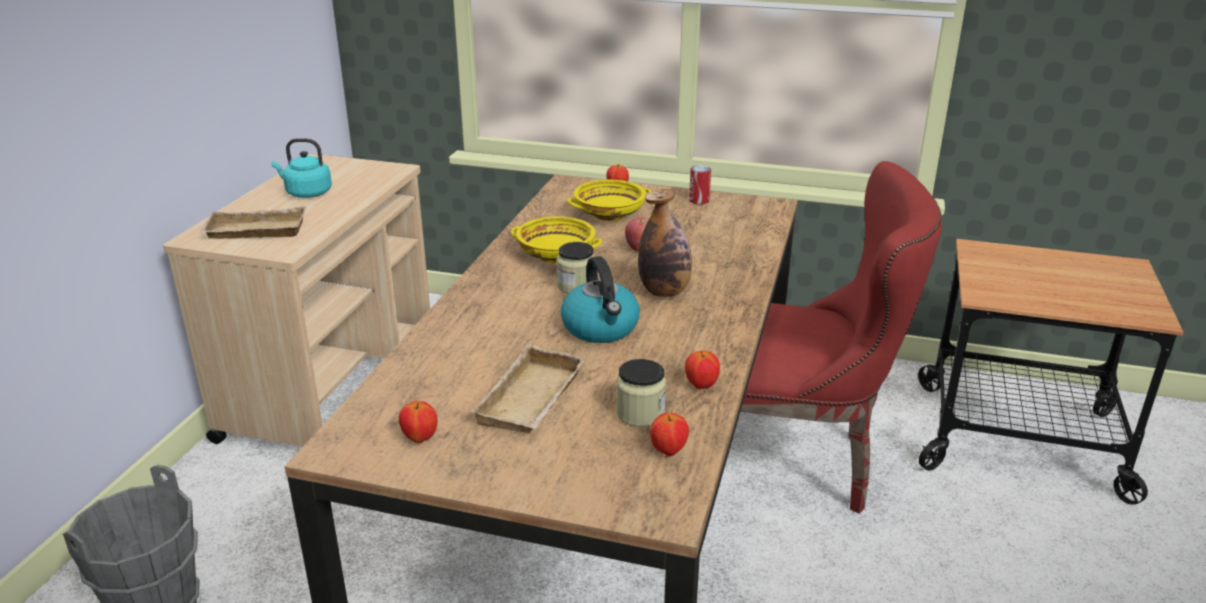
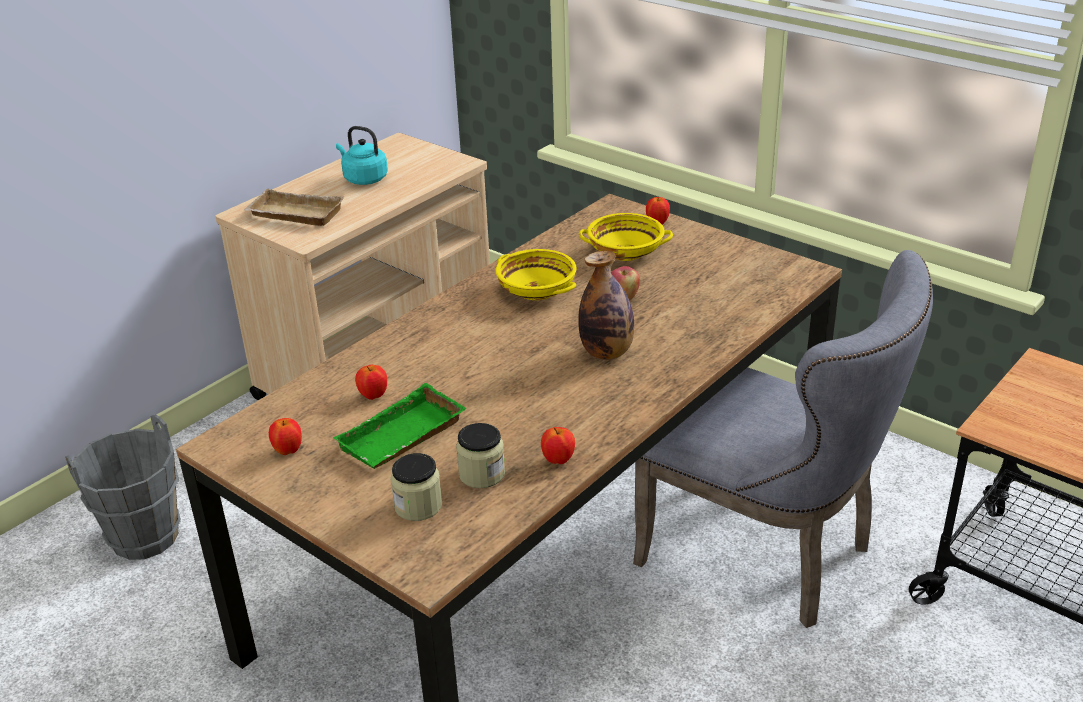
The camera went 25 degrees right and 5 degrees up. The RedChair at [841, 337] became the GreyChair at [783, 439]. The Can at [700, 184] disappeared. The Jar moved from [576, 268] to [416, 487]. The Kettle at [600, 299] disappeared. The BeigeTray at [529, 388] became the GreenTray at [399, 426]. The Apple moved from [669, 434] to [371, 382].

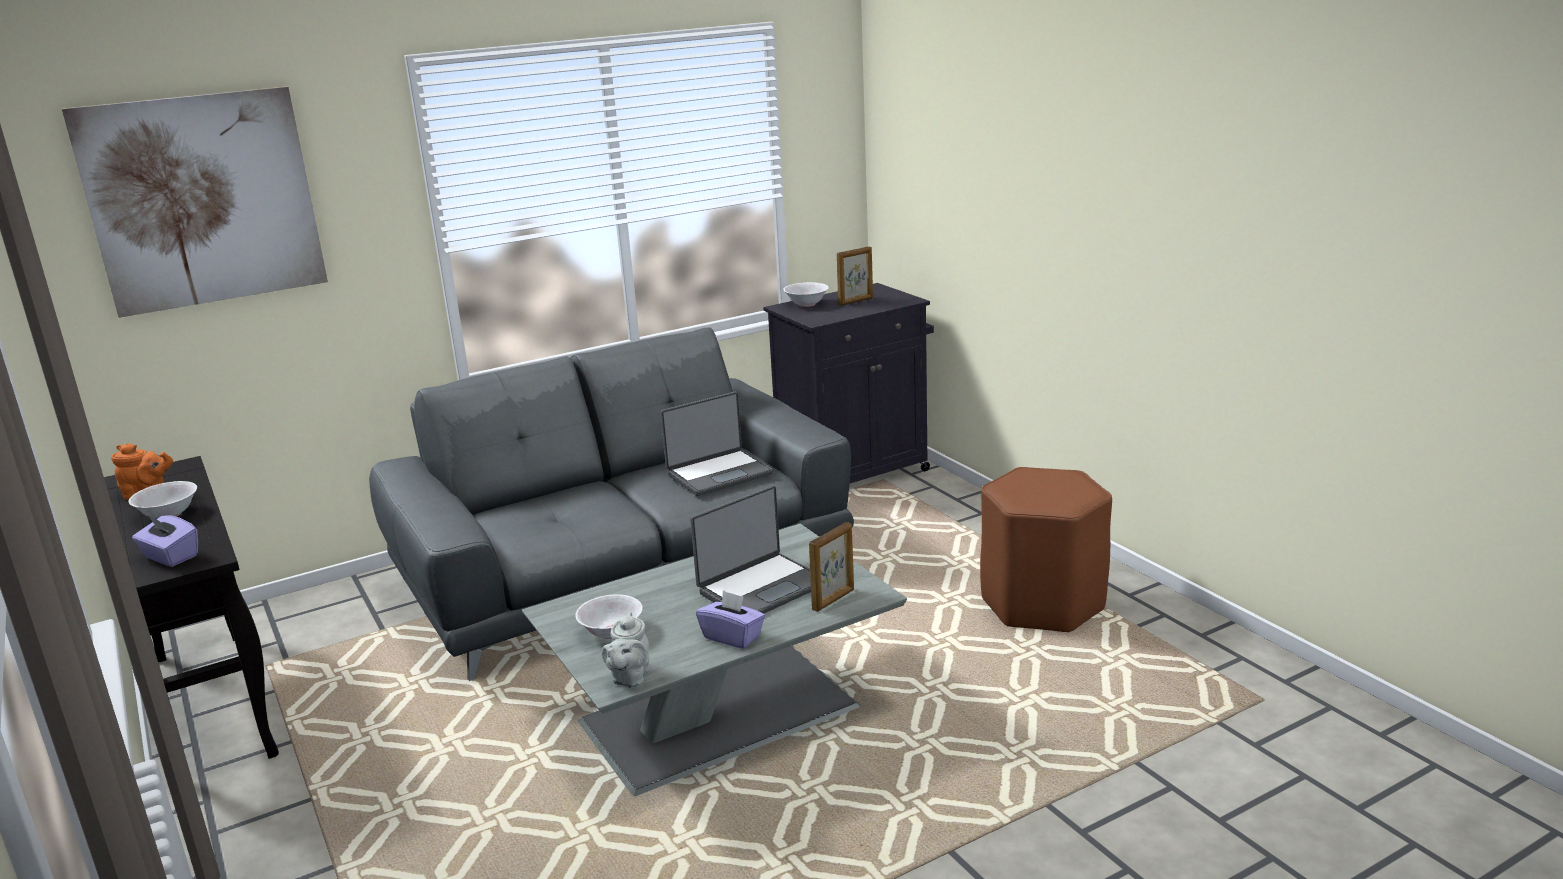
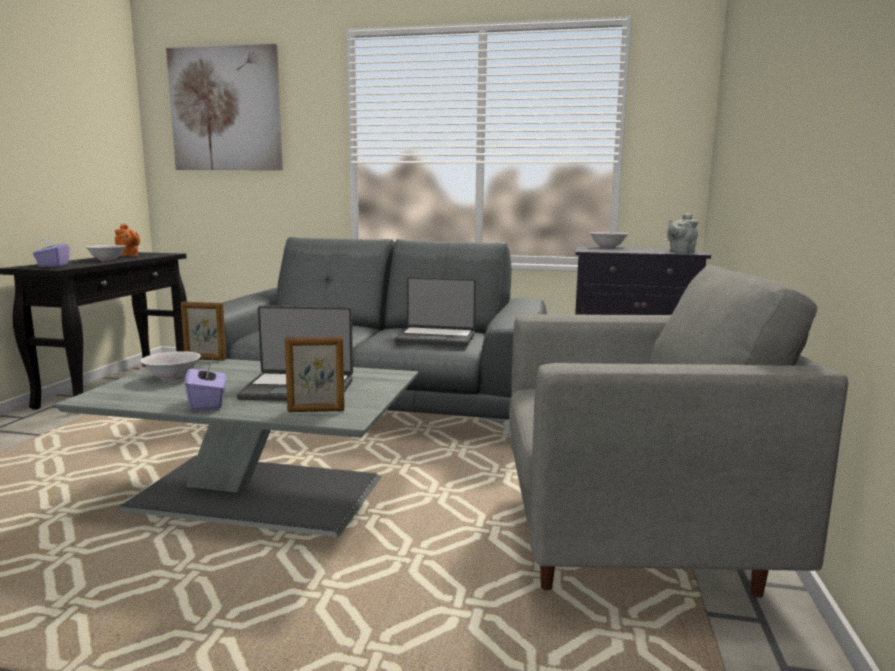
The camera went 40 degrees right and 10 degrees down. The PictureFrame moved from [855, 276] to [203, 331]. The BrownStool at [1046, 549] was replaced by the GreyArmchair at [678, 431]. The GreyTeapot moved from [626, 650] to [682, 233].

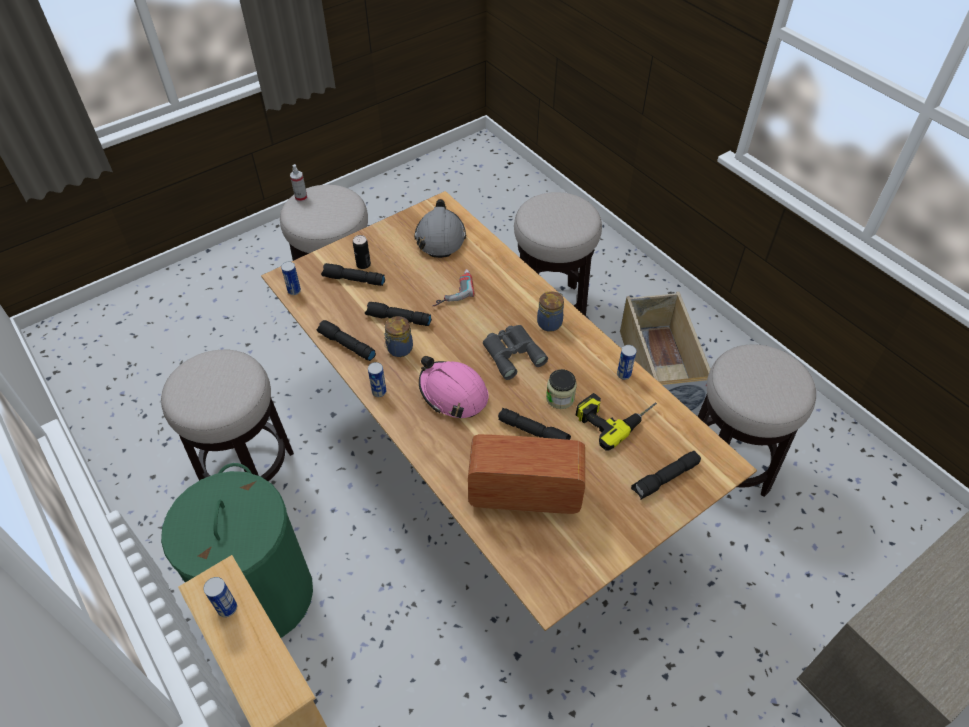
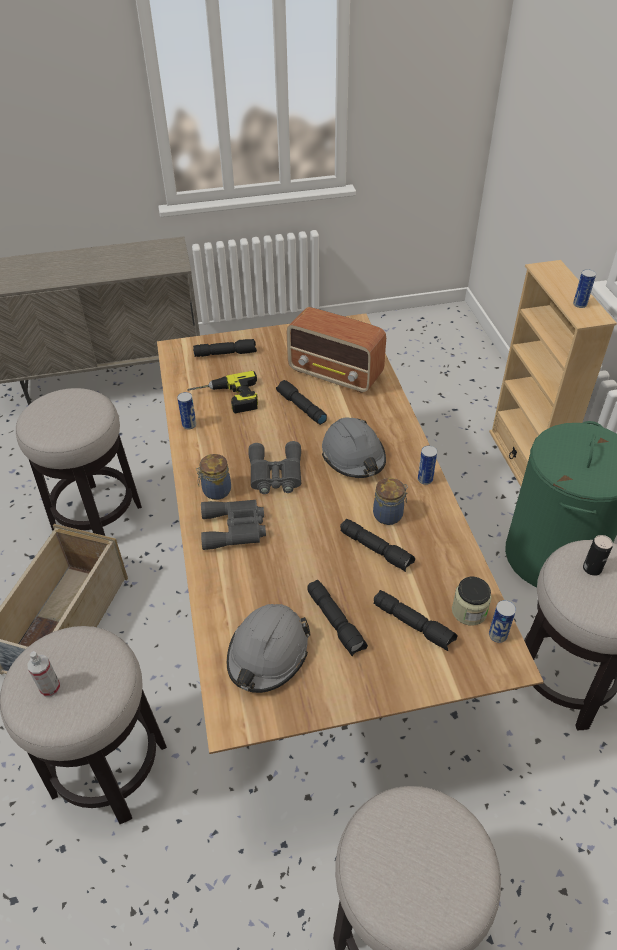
The camera went 155 degrees left and 5 degrees down. The SprayBottle moved from [298, 183] to [44, 674]. The Can moved from [362, 252] to [598, 555]. The PowerDrill at [453, 287] disappeared. The BlackFlashlight moved from [346, 340] to [338, 618]. The PinkHardHat at [454, 387] became the GreyHardHat at [354, 447]. The Jar moved from [561, 389] to [472, 601]. The GreyBinoculars at [233, 525] appeared.

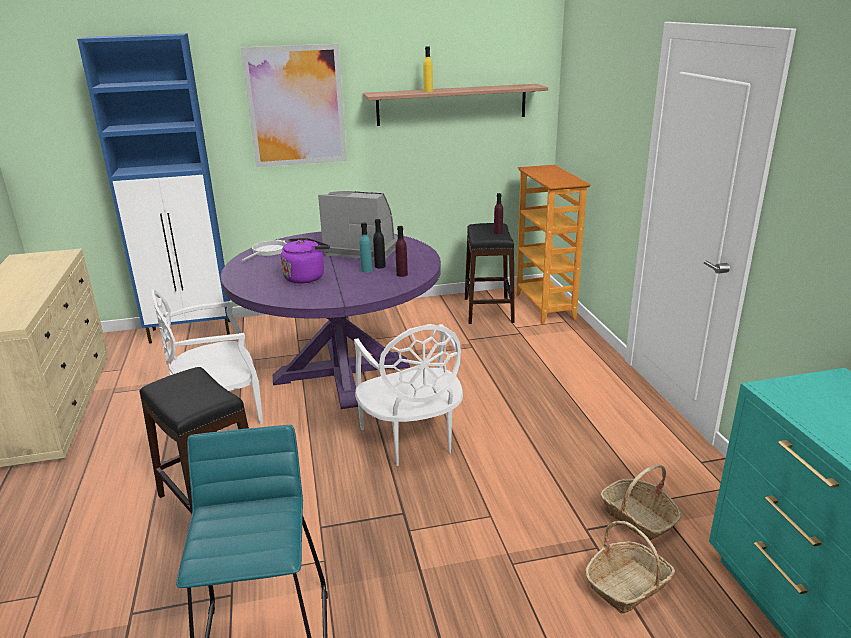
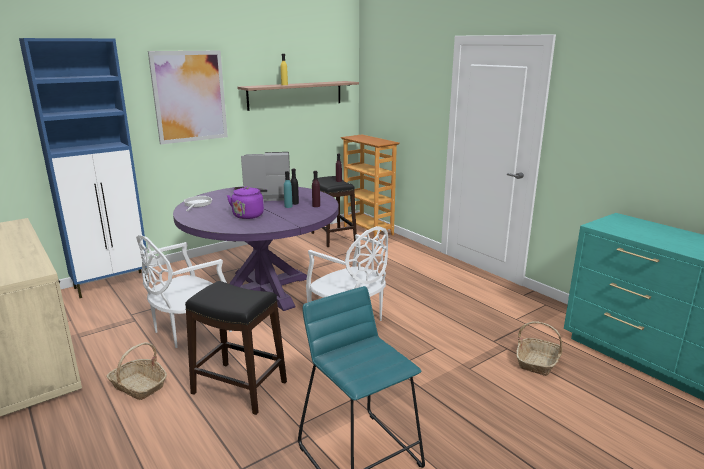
The camera went 25 degrees left and 5 degrees down. The Basket moved from [640, 502] to [137, 371].

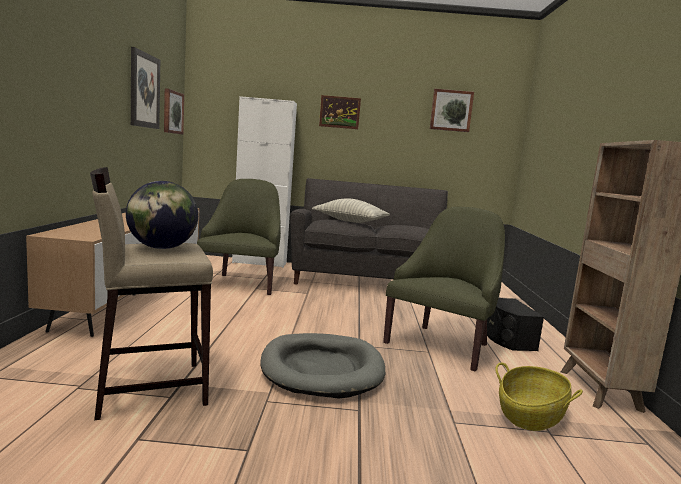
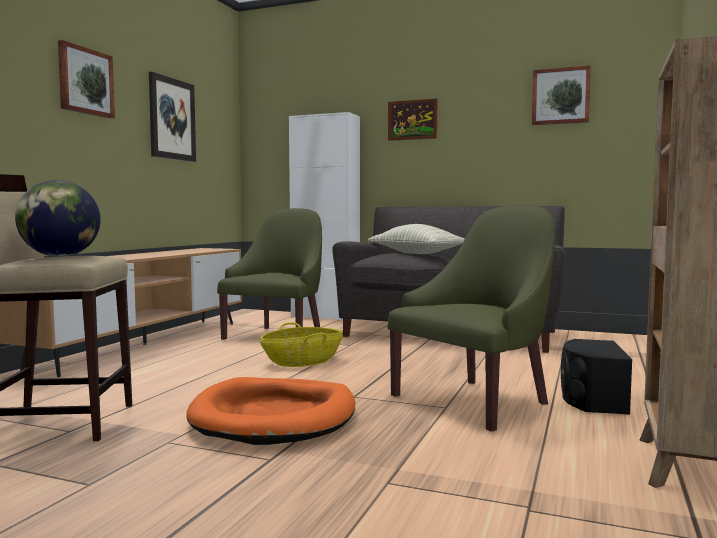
The camera went 20 degrees right and 5 degrees down. The Picture moved from [174, 111] to [86, 79]. The GreyDogBed at [322, 365] became the OrangeDogBed at [270, 411]. The Basket moved from [539, 397] to [301, 344].

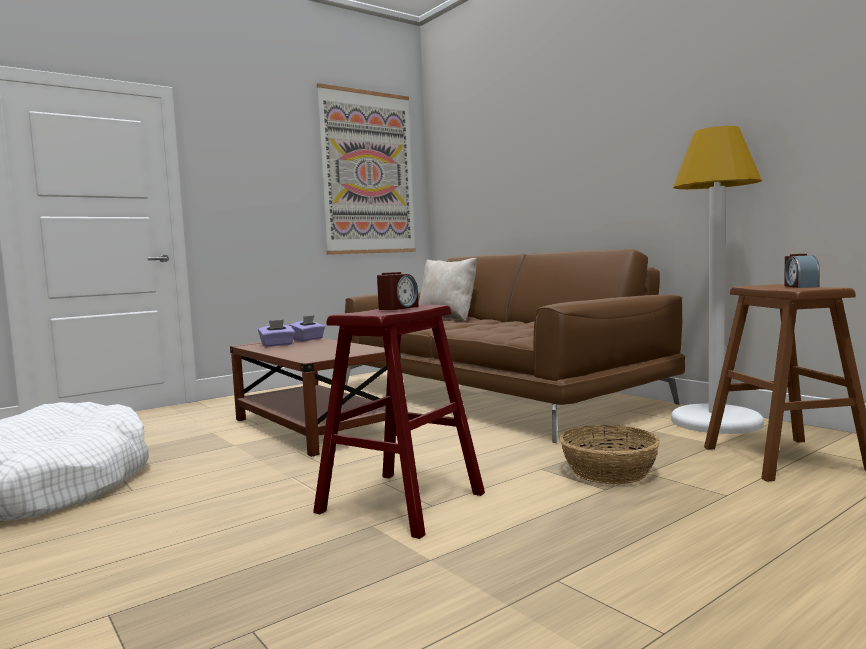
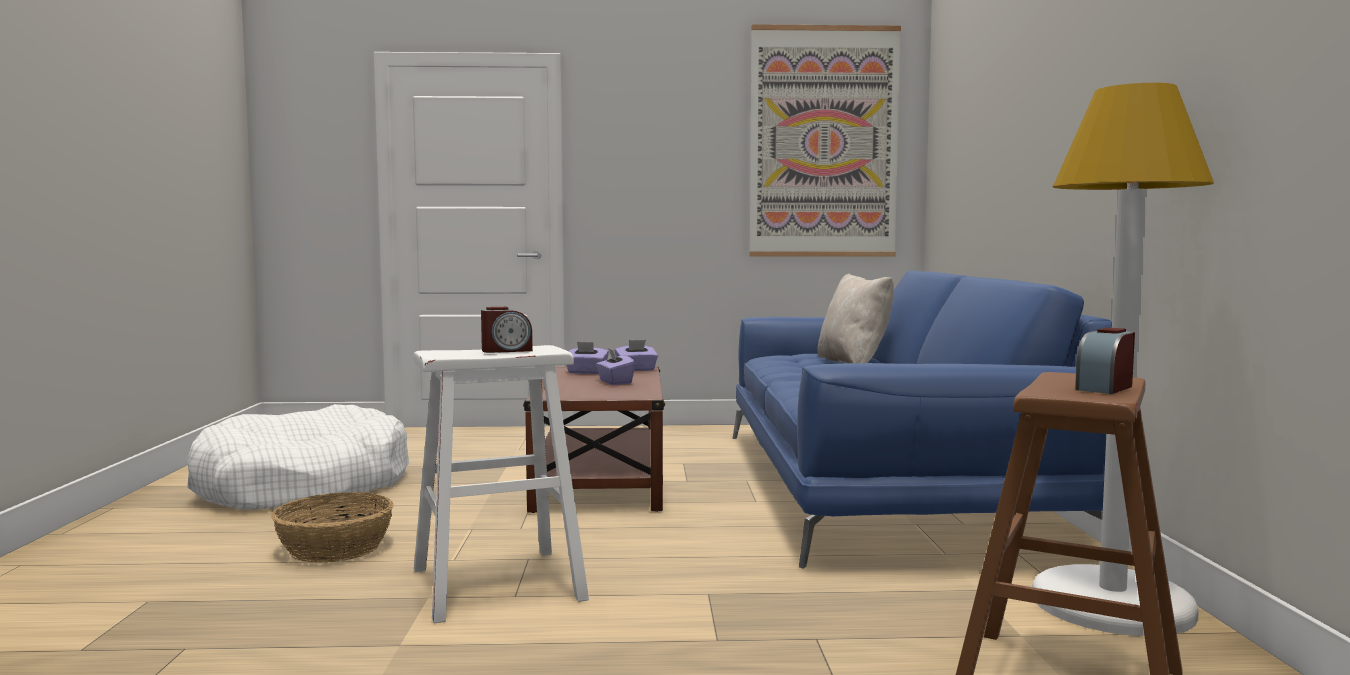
The camera went 35 degrees right and 0 degrees up. The BrownSofa at [515, 346] became the BlueSofa at [922, 420]. The RedStool at [399, 422] became the WhiteStool at [501, 484]. The Basket moved from [610, 454] to [332, 527]. The PurpleTissueBox at [615, 366] appeared.

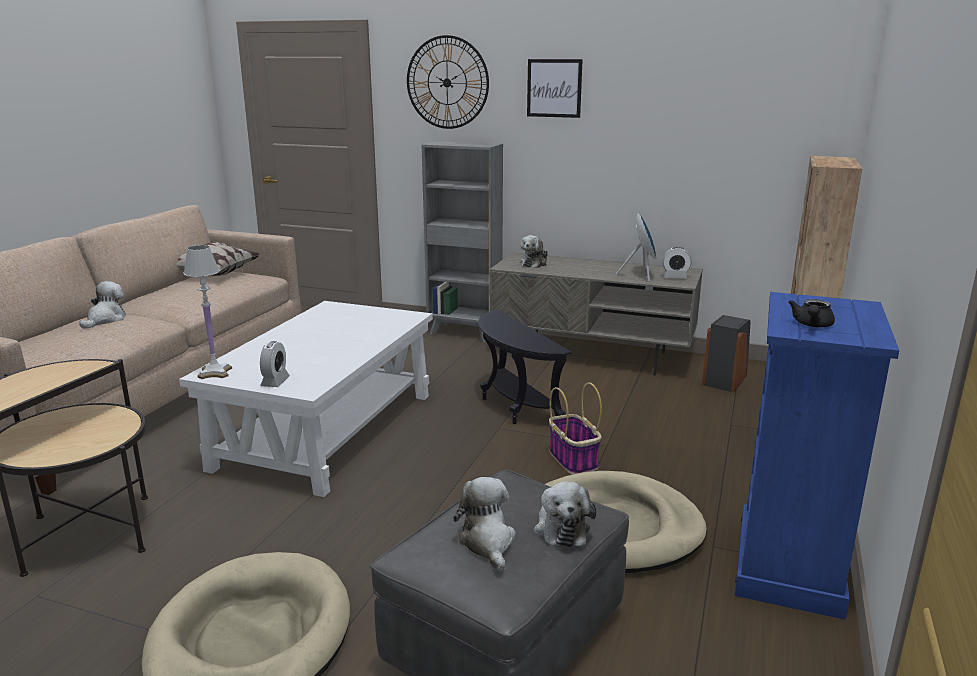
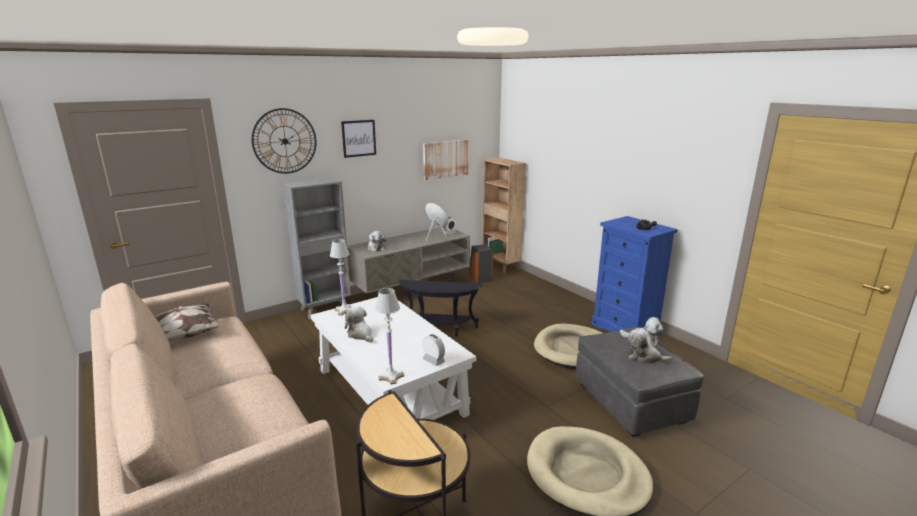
The camera went 55 degrees left and 0 degrees up. The PlushToy moved from [102, 305] to [359, 324]. The Basket at [575, 428] disappeared. The Picture at [446, 159] appeared. The WhiteTableLamp at [341, 277] appeared.

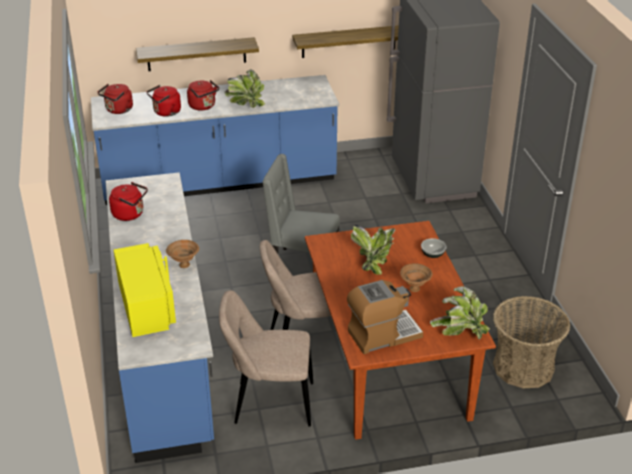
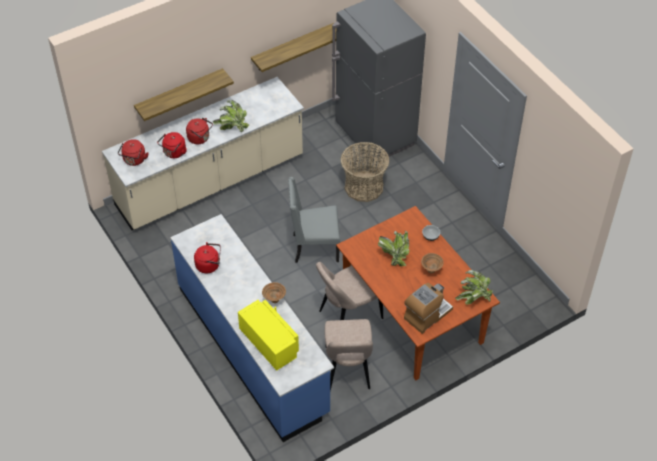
The camera went 20 degrees left and 15 degrees up. The BlueCounter at [215, 140] became the BeigeCounter at [203, 153]. The BeigeChair at [266, 358] turned 75 degrees counterclockwise. The Basket moved from [531, 342] to [365, 172].

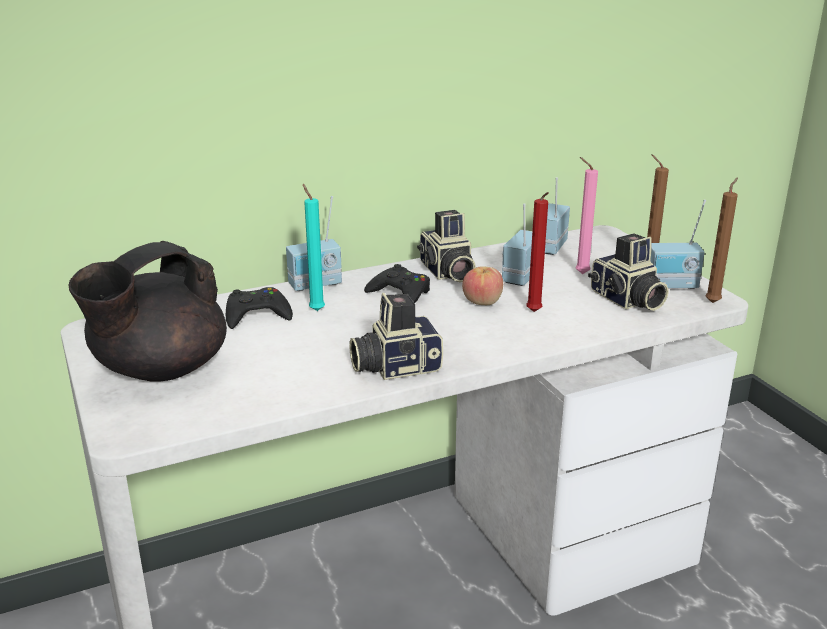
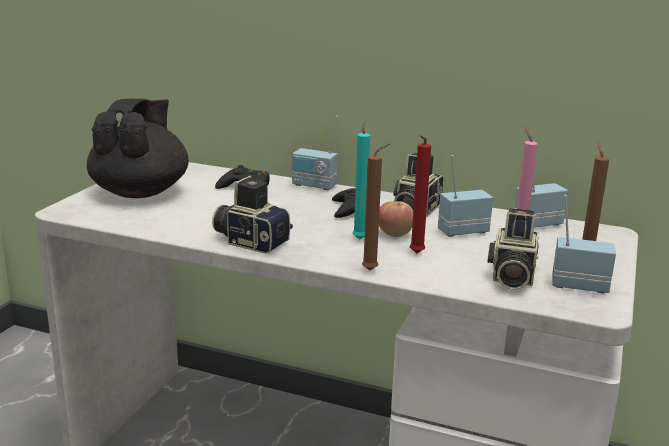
The camera went 45 degrees right and 5 degrees down. The BrownCandle moved from [722, 240] to [376, 207]. The TurquoiseCandle moved from [314, 247] to [361, 179]. The Radio at [678, 244] turned 150 degrees clockwise. The BlackTeapot at [147, 311] turned 105 degrees clockwise.

